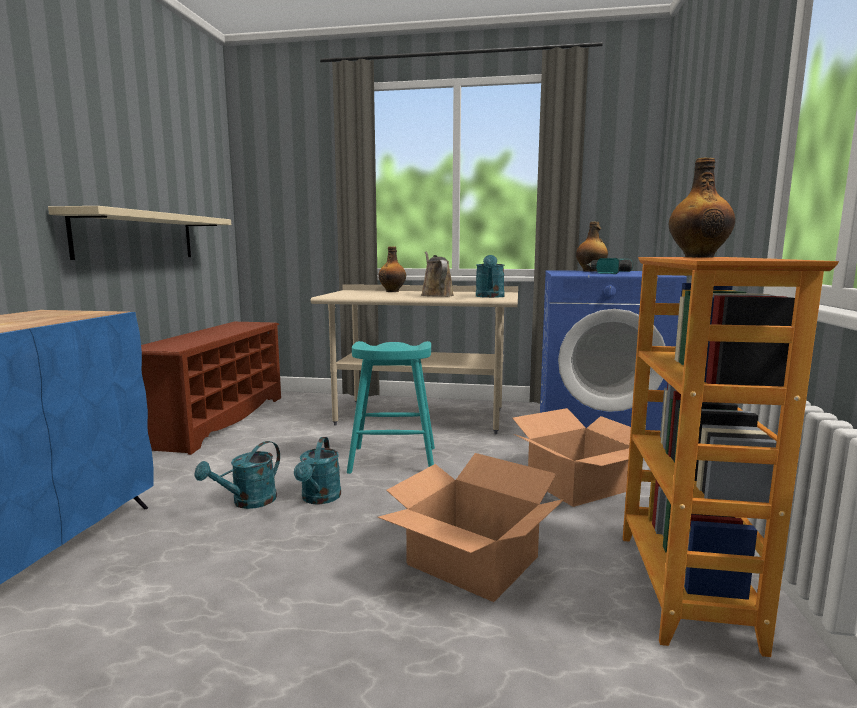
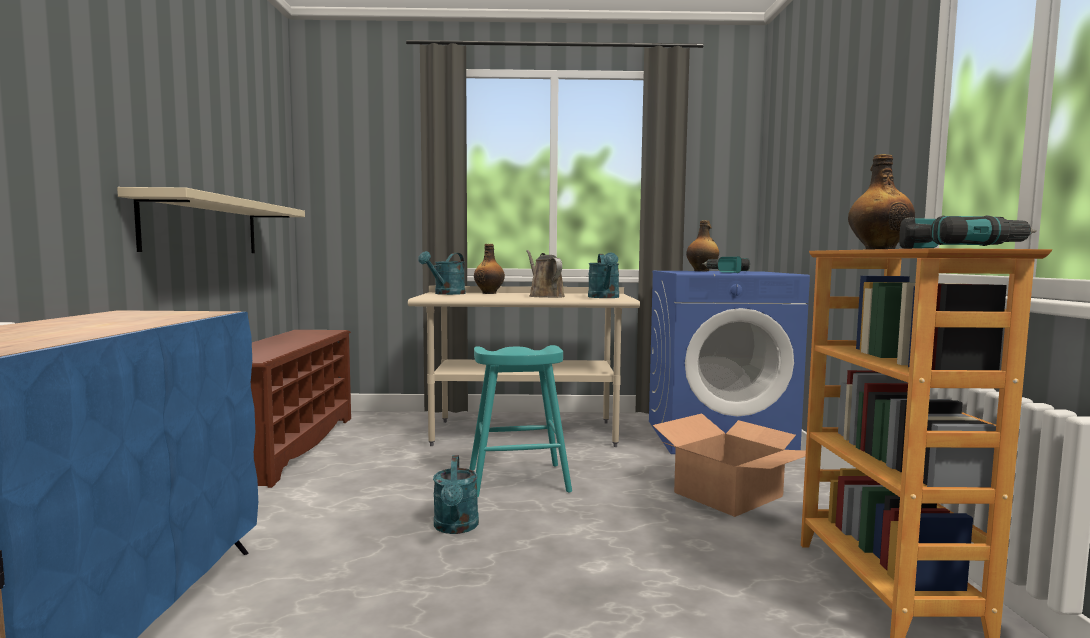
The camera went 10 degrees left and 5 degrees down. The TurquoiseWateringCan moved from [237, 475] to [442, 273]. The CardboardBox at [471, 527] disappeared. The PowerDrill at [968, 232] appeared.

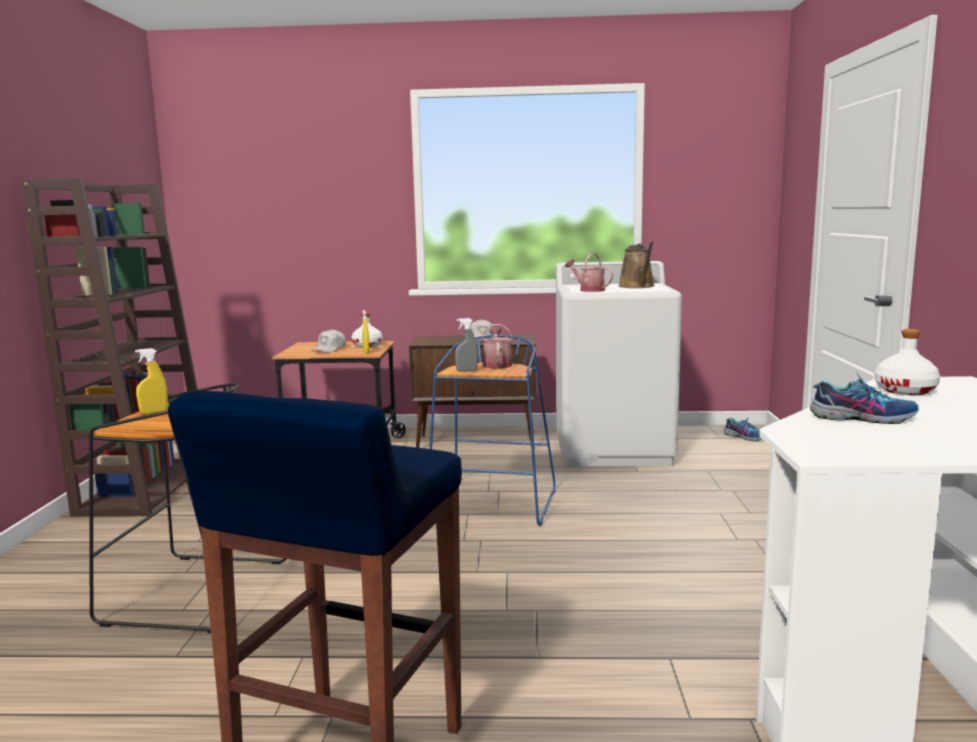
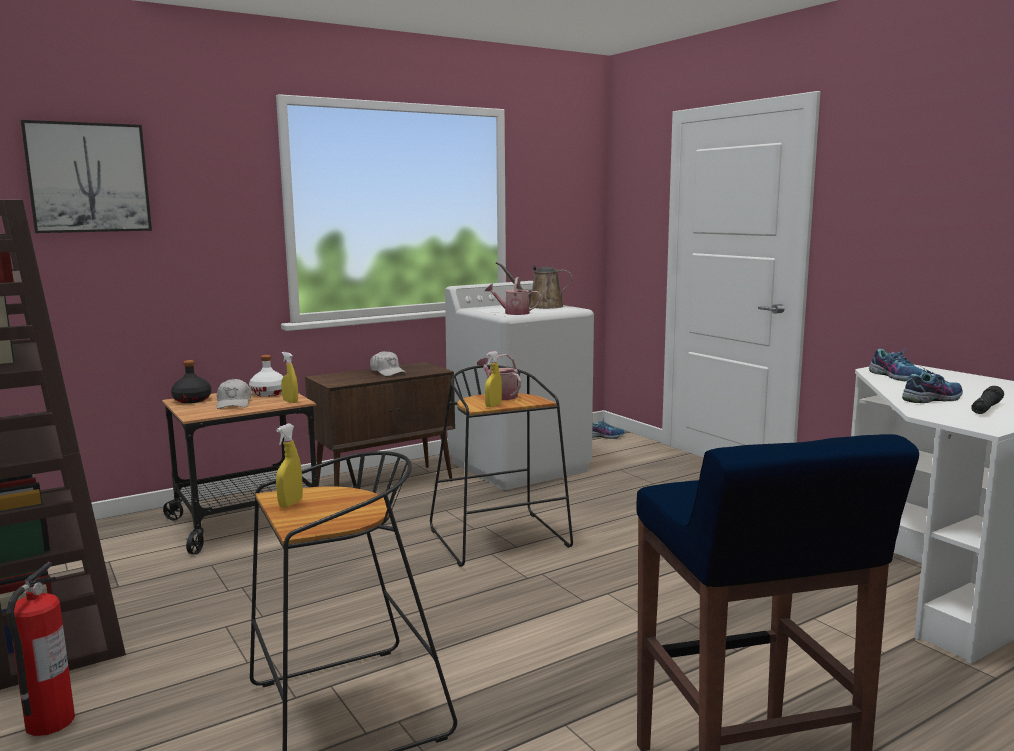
The camera went 35 degrees left and 0 degrees up. The BrownWateringCan at [636, 264] turned 135 degrees clockwise. The GreySprayBottle at [466, 345] became the YellowSprayBottle at [493, 379]. The WhiteBottle at [907, 362] was replaced by the Shoe at [897, 364]. The BlueStool at [492, 430] became the BlackStool at [501, 466]. The Picture at [86, 176] appeared. The BlackBottle at [191, 381] appeared. The BlackFlashlight at [987, 400] appeared. The FireExtinguisher at [40, 649] appeared.

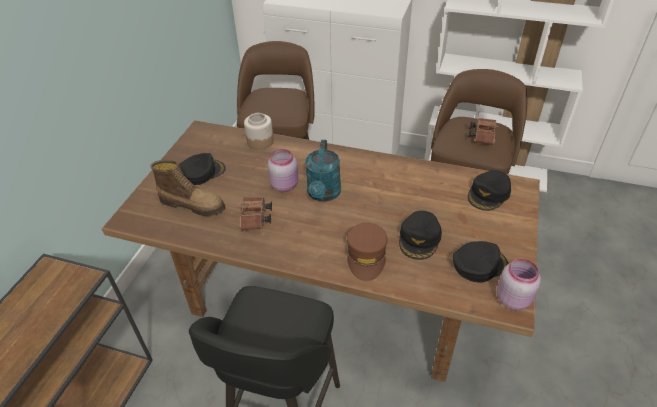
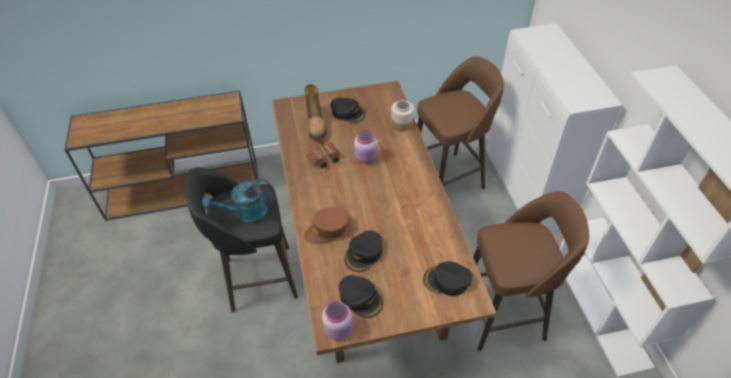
The camera went 60 degrees right and 5 degrees up. The BrownBinoculars at [483, 131] disappeared. The TurquoiseWateringCan moved from [323, 171] to [236, 201]. The BlackCap at [420, 235] turned 45 degrees counterclockwise.

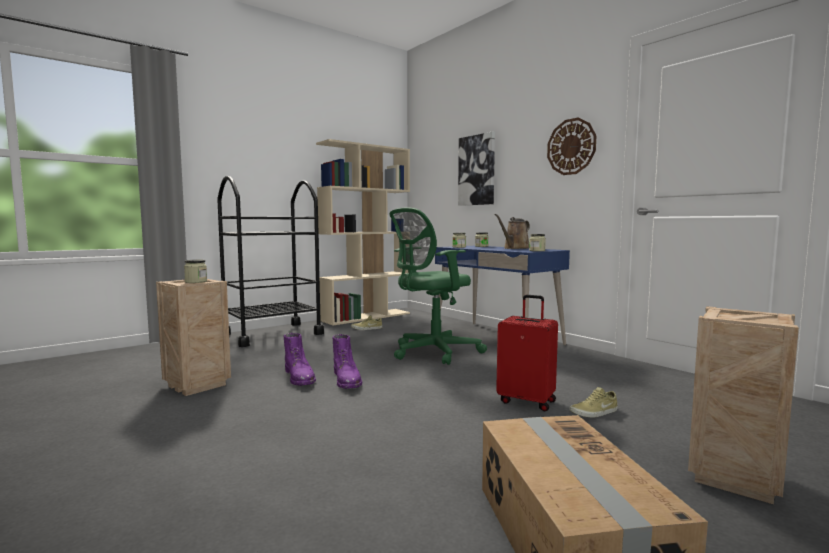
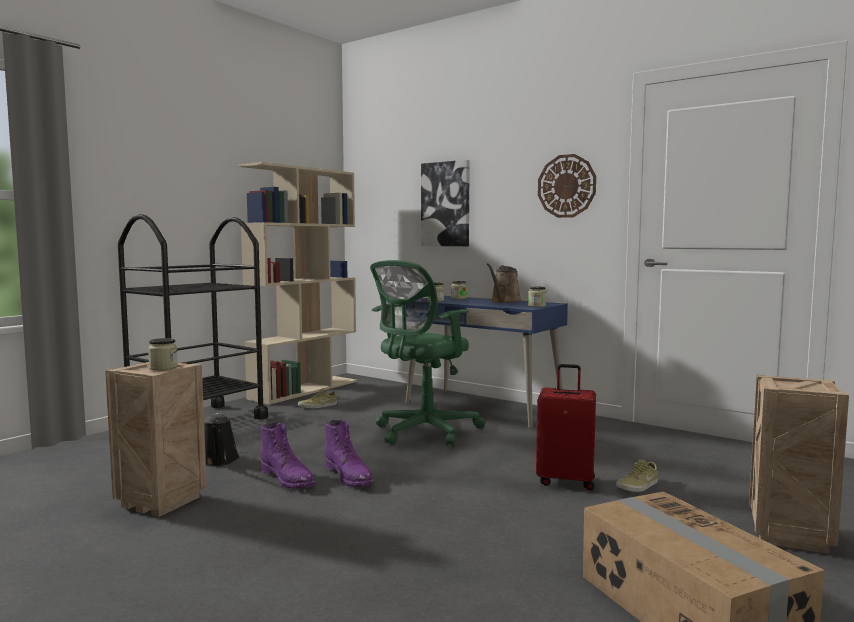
The camera went 15 degrees left and 0 degrees up. The BlackWateringCan at [221, 439] appeared.

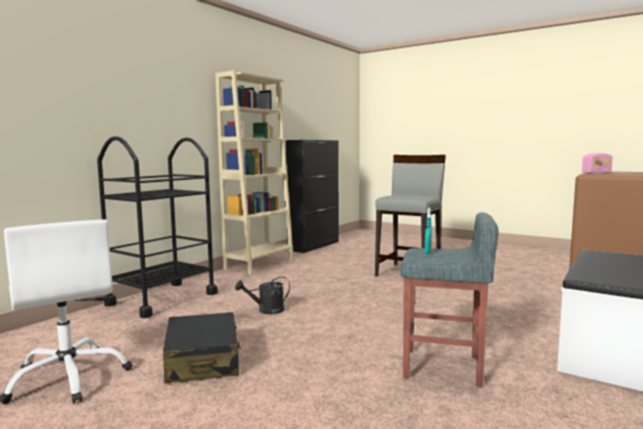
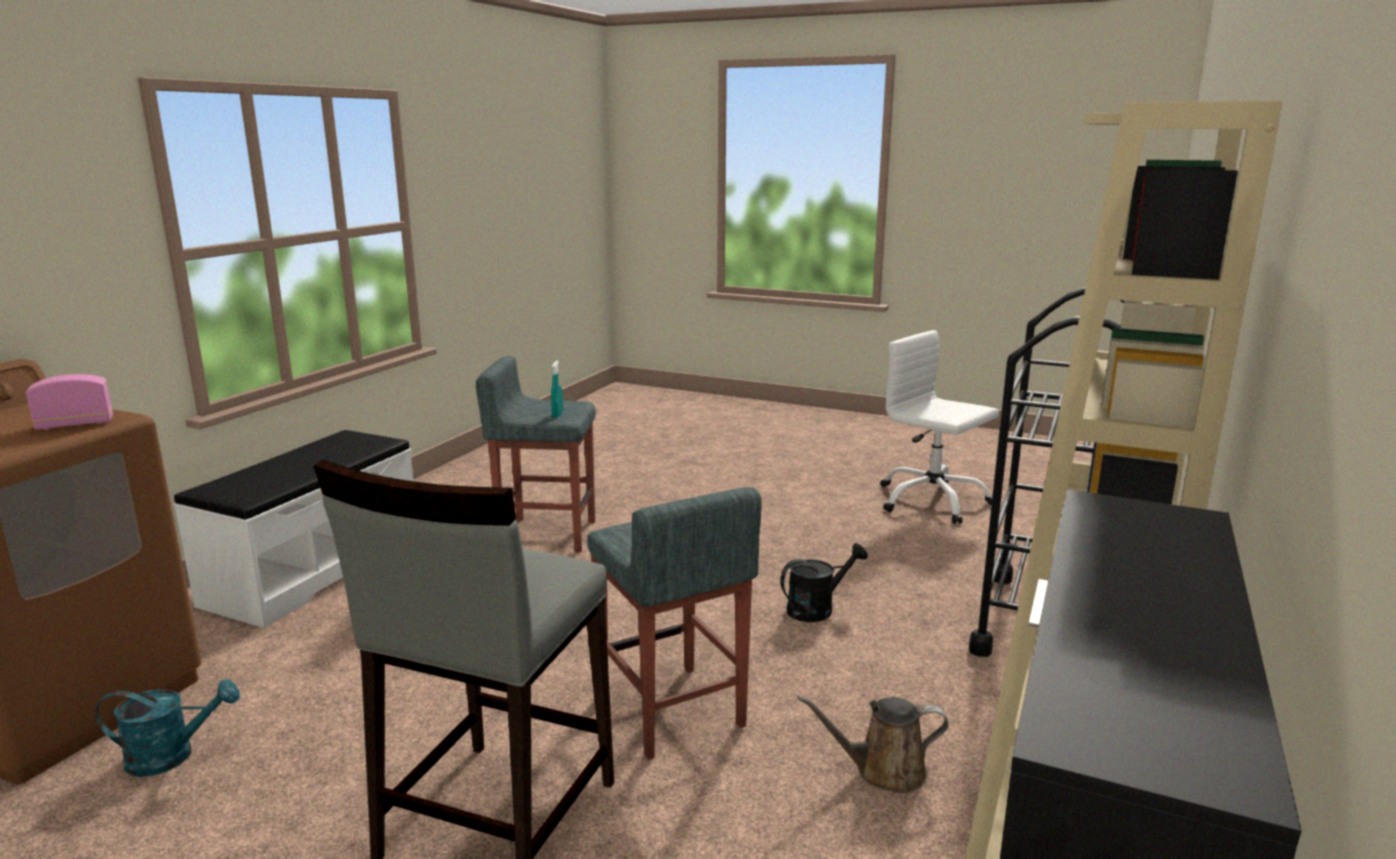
The camera went 170 degrees right and 10 degrees up. The BlackSuitcase at [202, 347] disappeared. The GreyStool at [674, 623] appeared. The TurquoiseWateringCan at [167, 728] appeared. The BrownWateringCan at [873, 744] appeared.

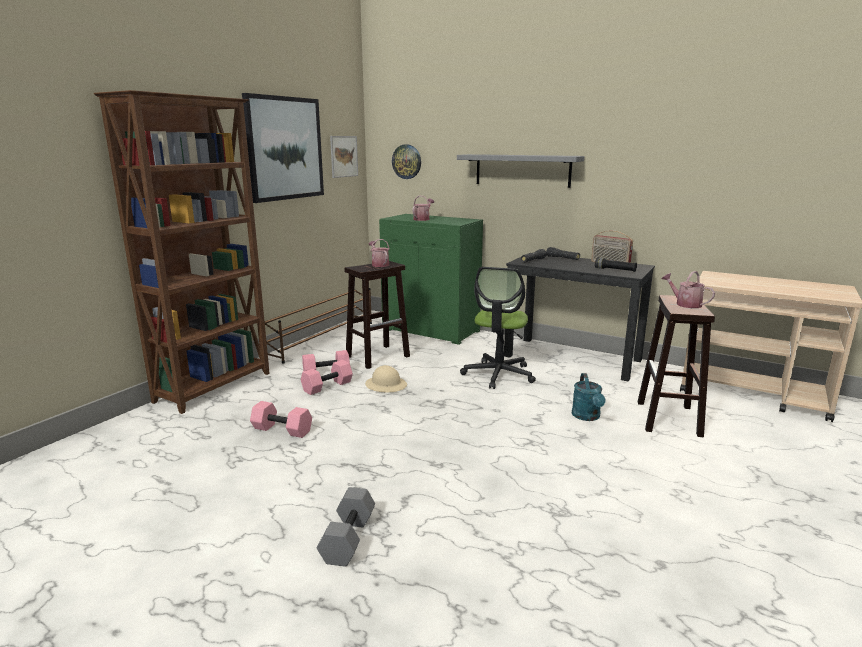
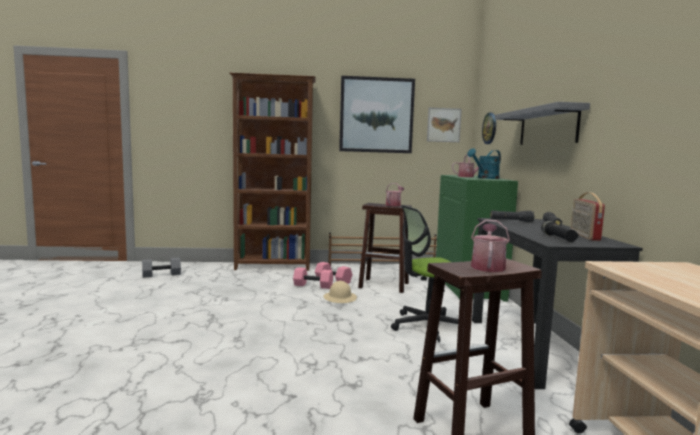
The camera went 55 degrees right and 10 degrees down. The TurquoiseWateringCan moved from [589, 397] to [484, 163]. The PinkDumbbell at [281, 419] disappeared. The GreyDumbbell moved from [346, 527] to [161, 268].

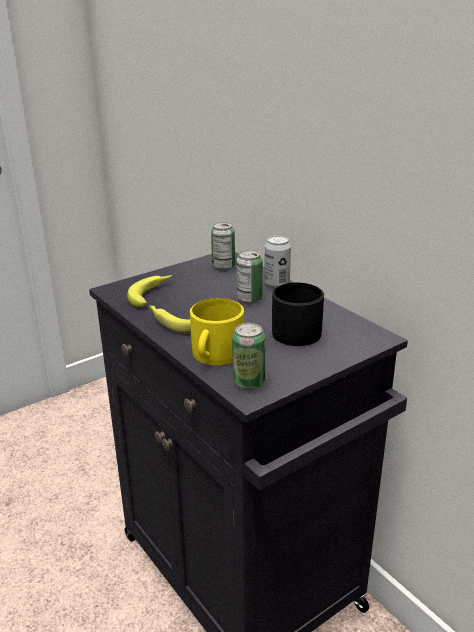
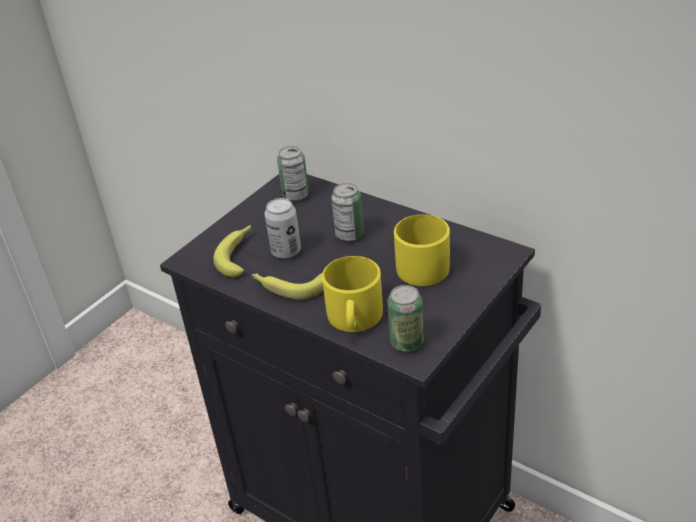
The camera went 15 degrees left and 10 degrees up. The Can moved from [277, 262] to [283, 228]. The BlackMug at [298, 314] became the YellowMug at [422, 250].

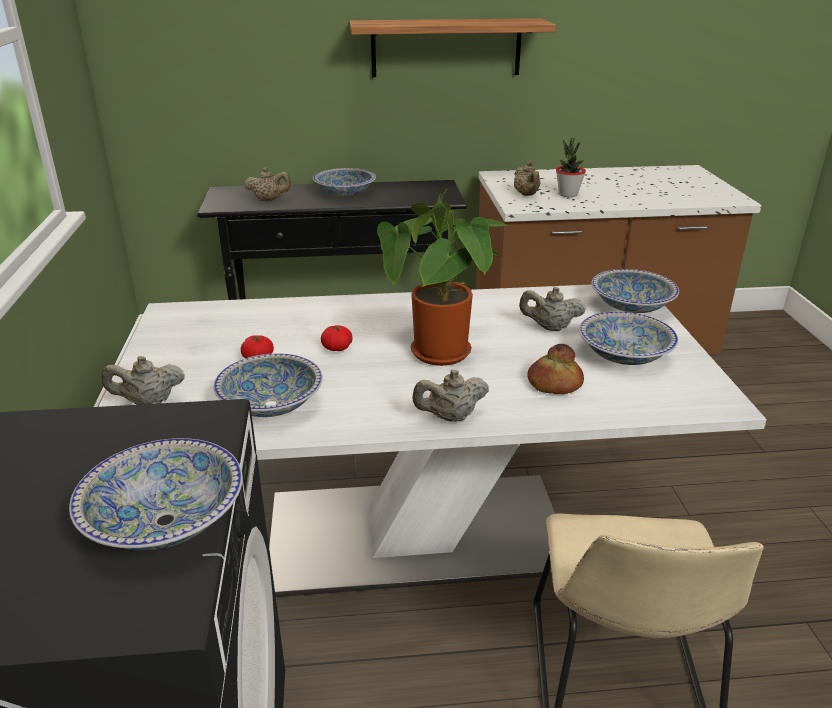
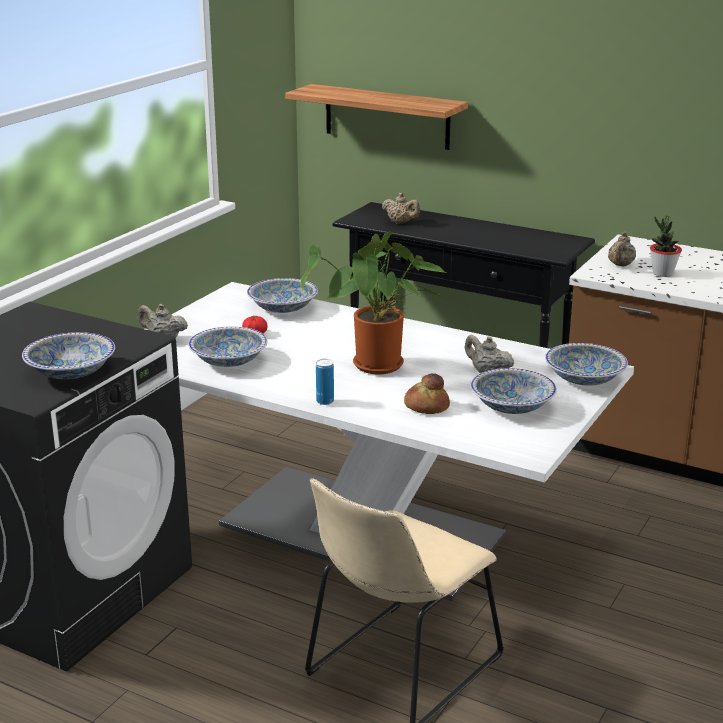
The camera went 35 degrees right and 5 degrees down. The Shelf moved from [453, 47] to [376, 117]. The Bowl moved from [344, 182] to [282, 295]. The Tomato at [337, 338] disappeared. The BeigeTeapot at [451, 396] was replaced by the Can at [325, 382].

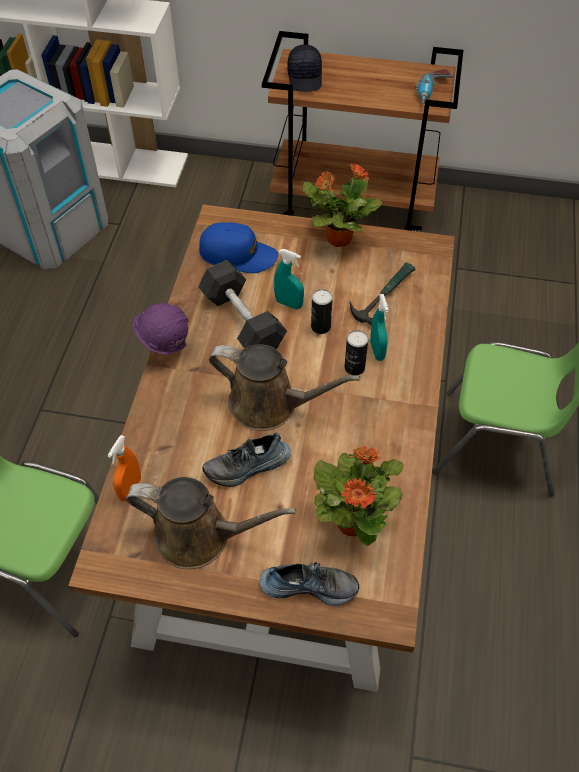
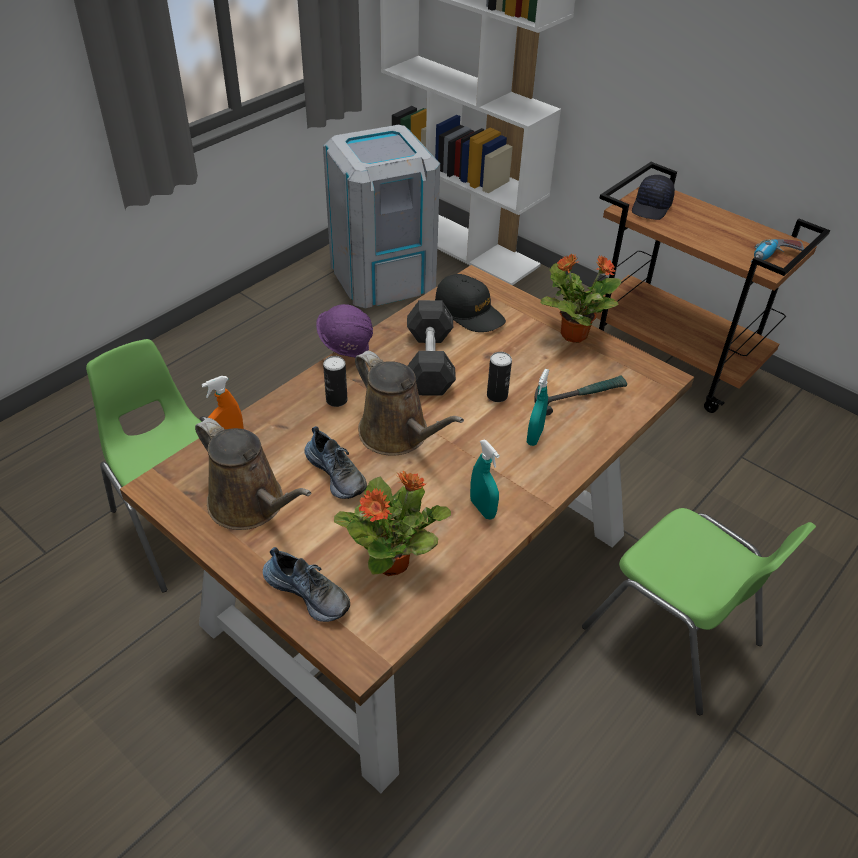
The camera went 30 degrees right and 10 degrees down. The BlueCap at [238, 247] became the BlackCap at [470, 303]. The TurquoiseSprayBottle moved from [289, 279] to [485, 480]. The Can moved from [356, 353] to [335, 381]. The Shoe at [246, 460] turned 135 degrees counterclockwise.

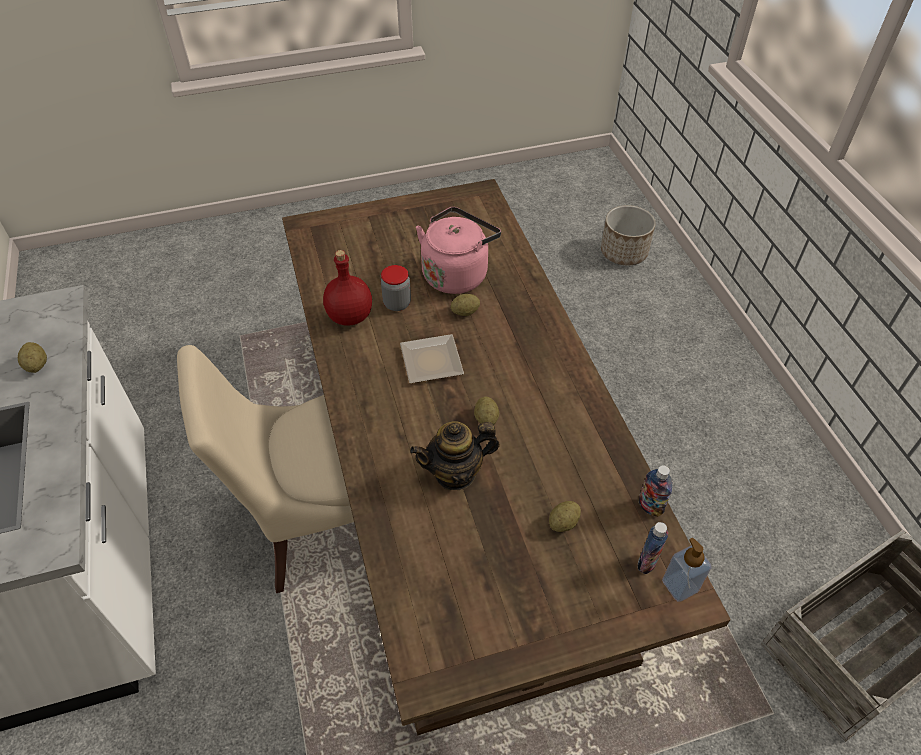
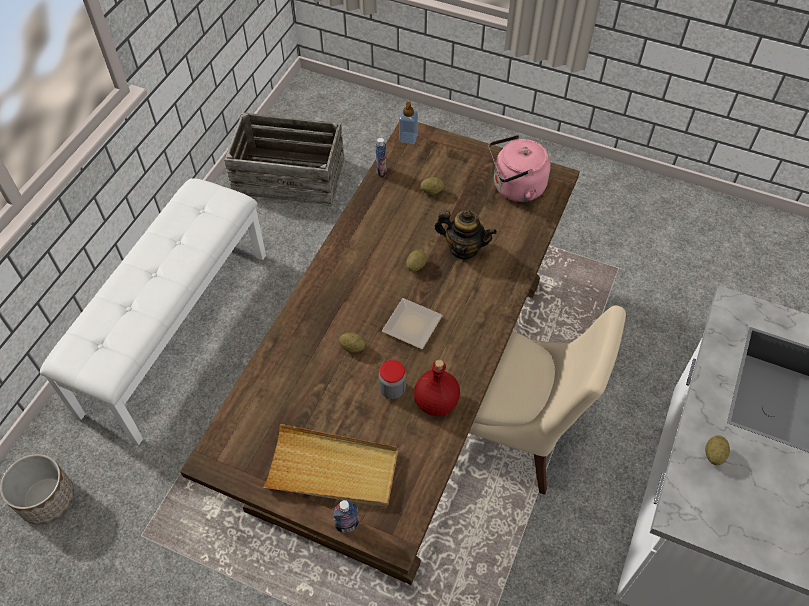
The camera went 140 degrees left and 5 degrees up. The PinkKettle moved from [458, 250] to [520, 168]. The Bottle moved from [653, 548] to [346, 516]. The WhiteBench at [153, 311] appeared. The BeigeTray at [330, 465] appeared.

